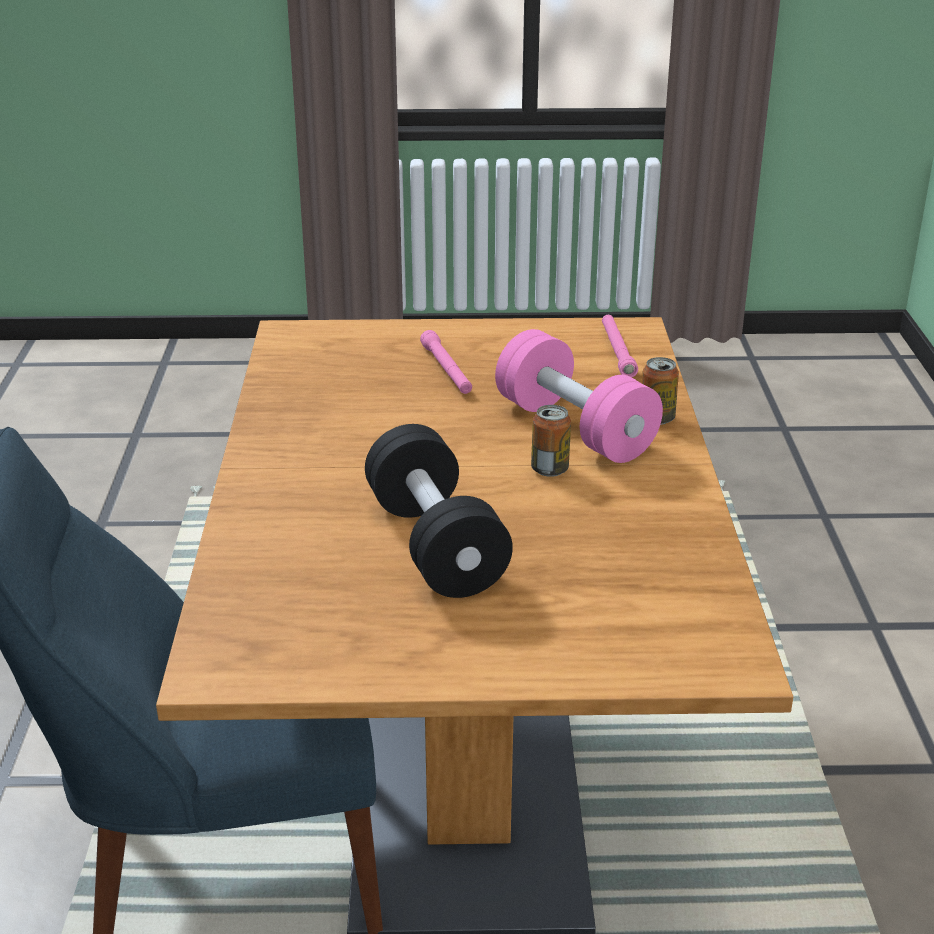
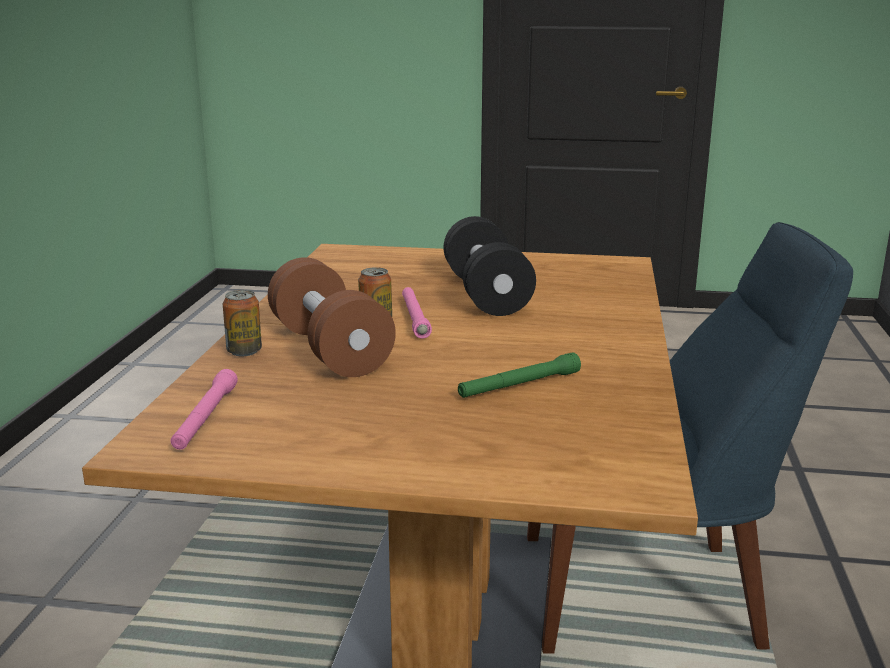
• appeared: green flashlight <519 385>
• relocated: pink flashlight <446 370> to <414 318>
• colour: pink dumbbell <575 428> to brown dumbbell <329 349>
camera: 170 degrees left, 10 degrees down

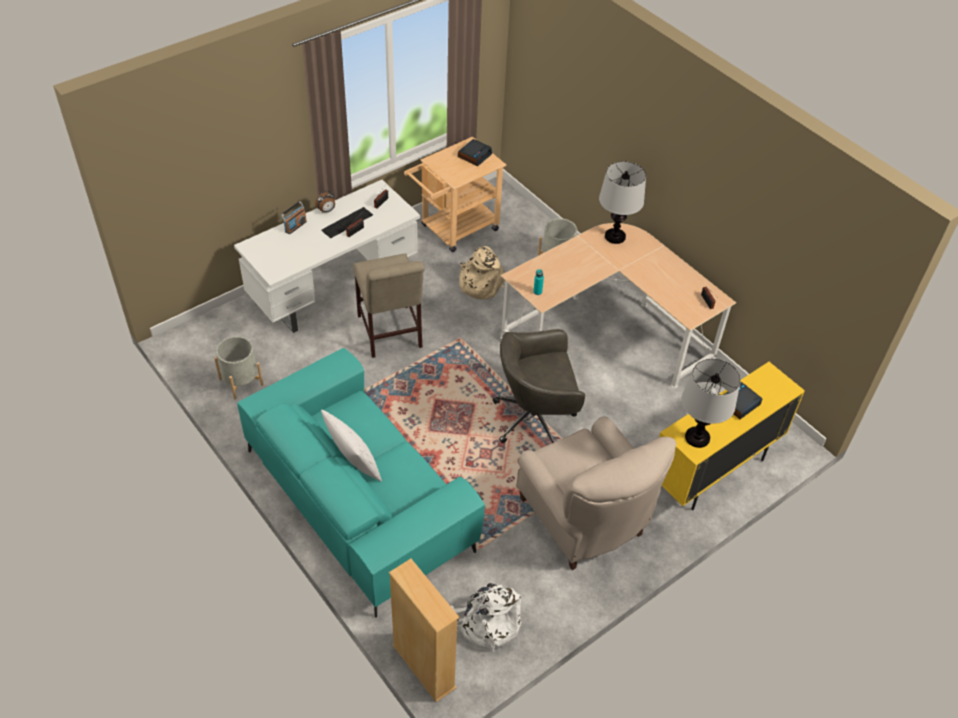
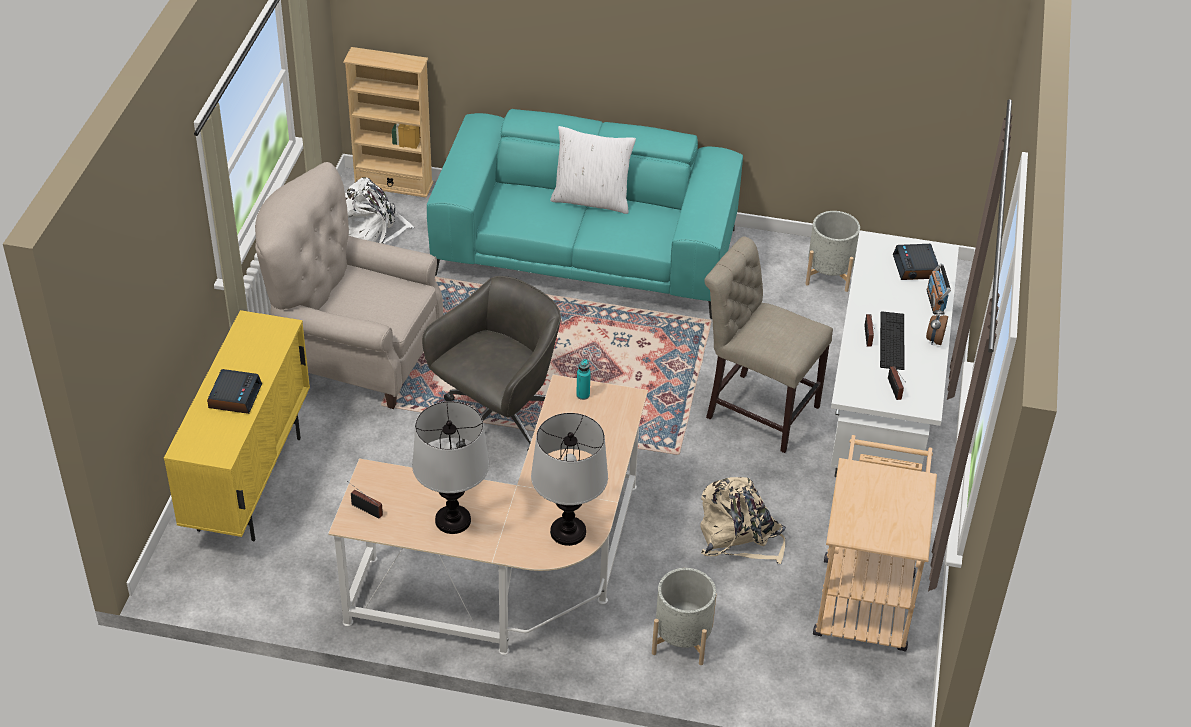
• relocated: alarm clock <474 155> to <916 267>
• relocated: table lamp <697 437> to <453 520>
camera: 140 degrees right, 5 degrees down

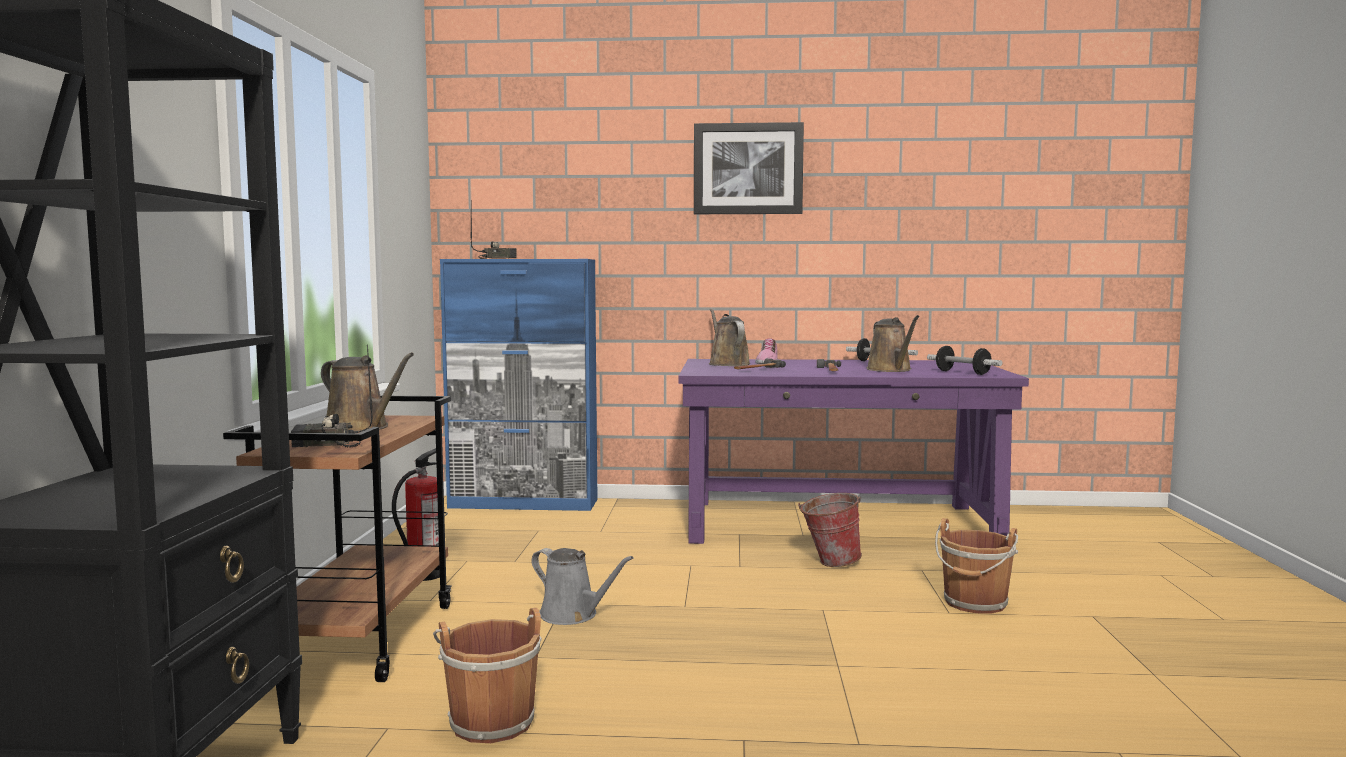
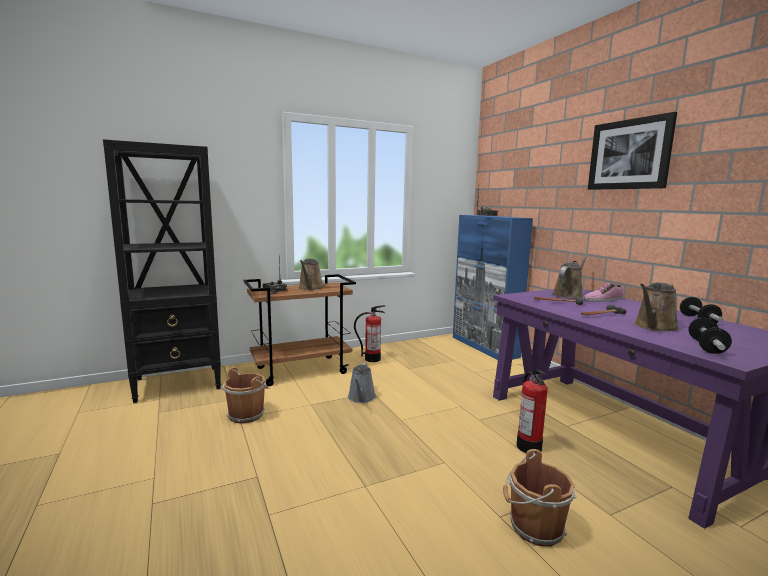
• exchanged: bucket <829 563> to fire extinguisher <529 447>
camera: 60 degrees right, 5 degrees up

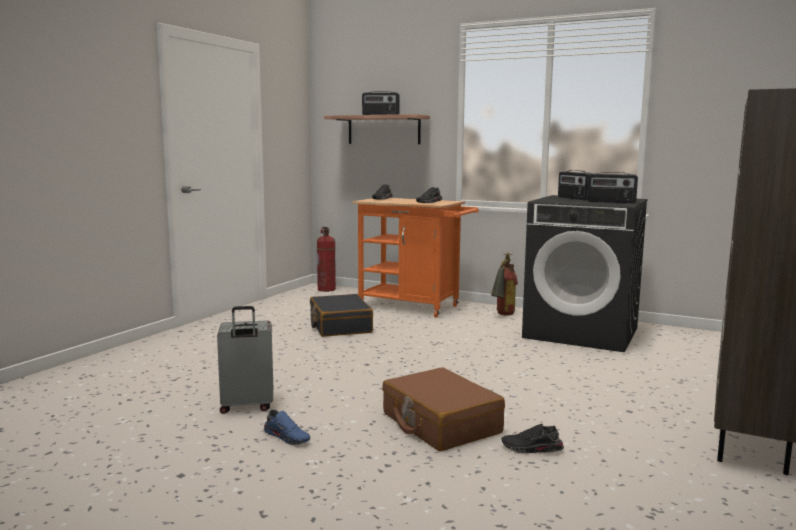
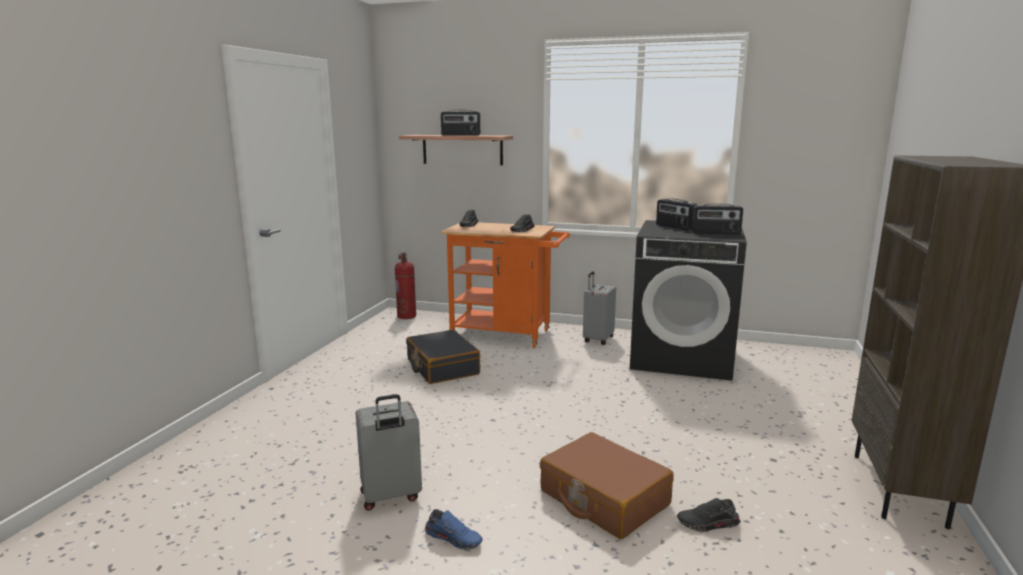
• exchanged: fire extinguisher <502 315> to grey suitcase <597 339>
camera: 10 degrees left, 5 degrees up

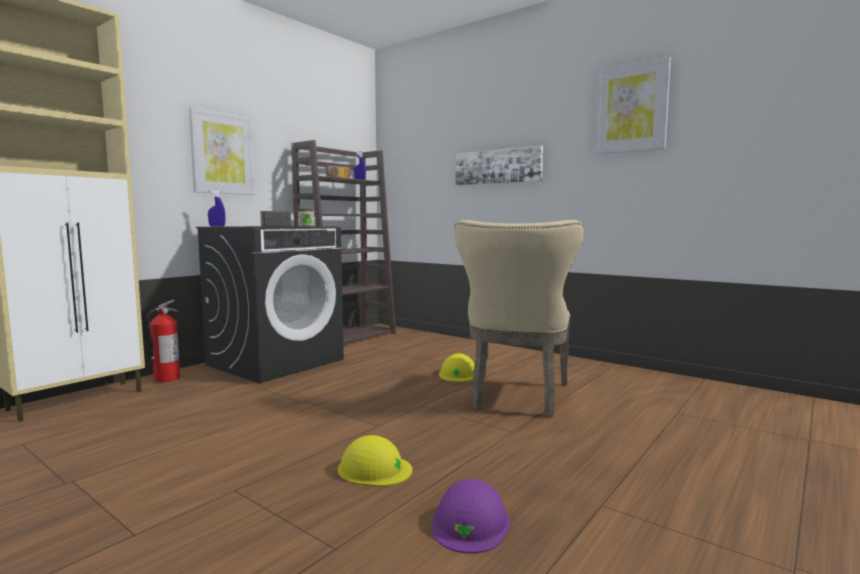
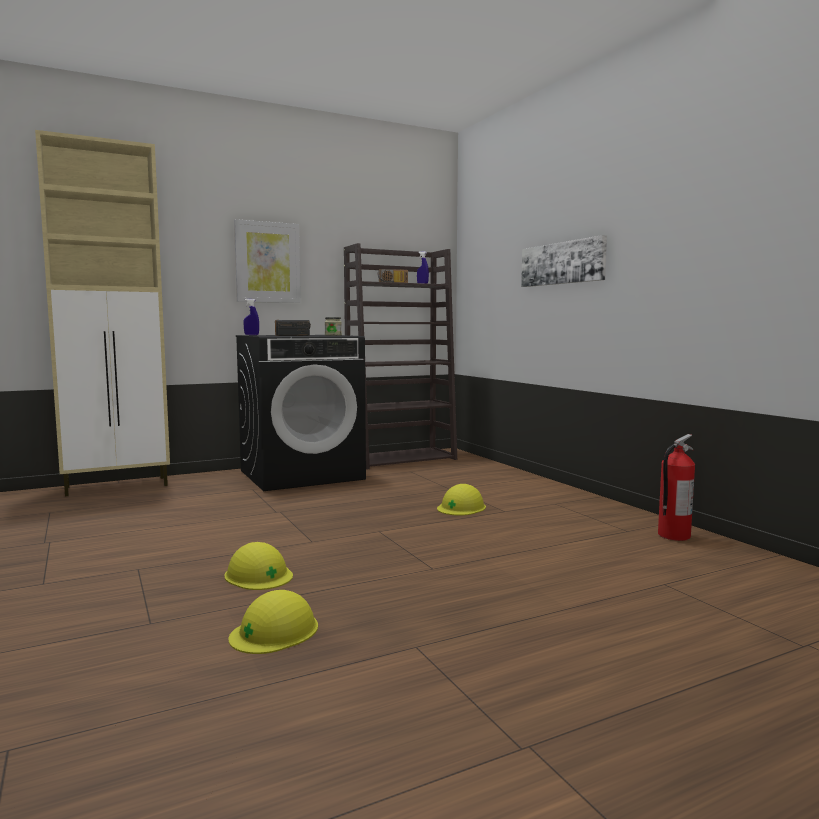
• missing: beige chair <517 398>
• missing: picture <631 108>
• relocated: fire extinguisher <166 379> to <673 536>
• colour: purple hard hat <470 523> to yellow hard hat <275 631>
camera: 25 degrees right, 0 degrees up

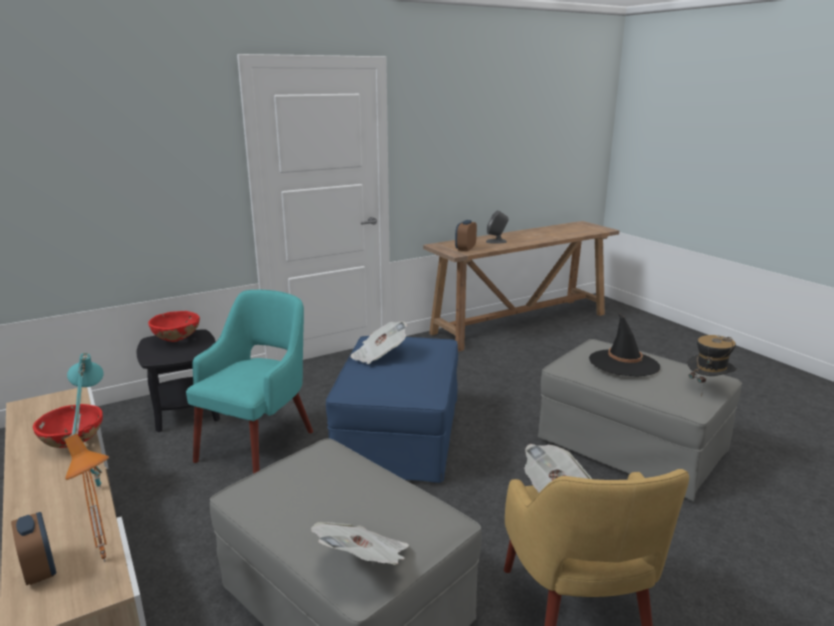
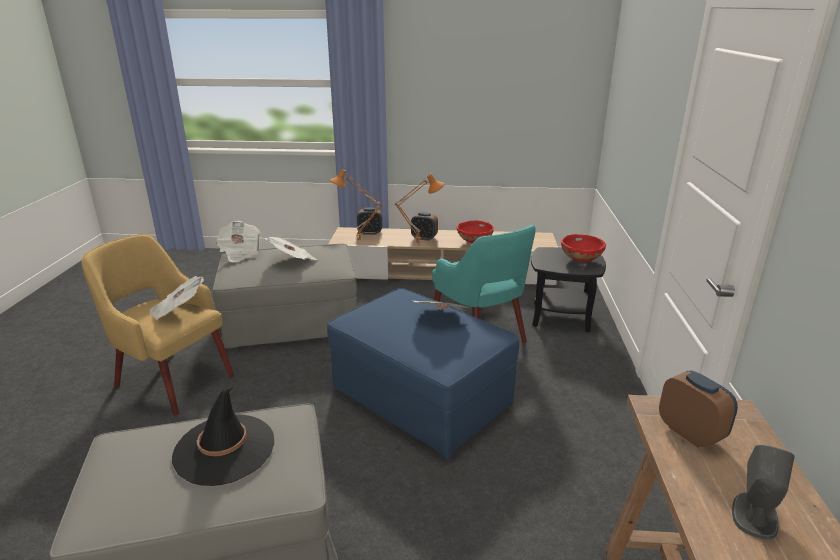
• missing: hat <707 388>
• appeared: newspaper <293 260>
• appeared: alarm clock <424 238>
• colour: turquoise table lamp <97 488> to orange table lamp <419 244>
camera: 125 degrees right, 5 degrees up

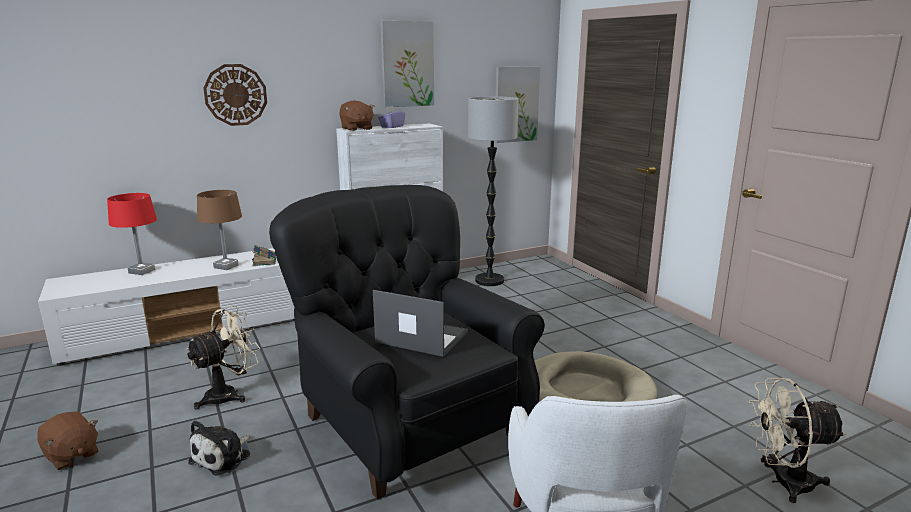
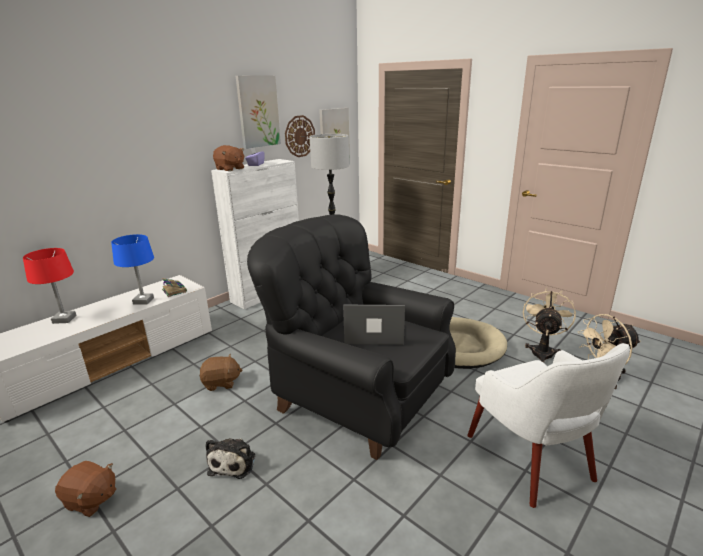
• appeared: brown plush toy <221 383>
• relocated: beige fan <229 394> to <542 351>
• relocated: wall clock <235 95> to <299 136>
• colour: brown table lamp <226 266> to blue table lamp <143 301>
camera: 20 degrees left, 5 degrees up

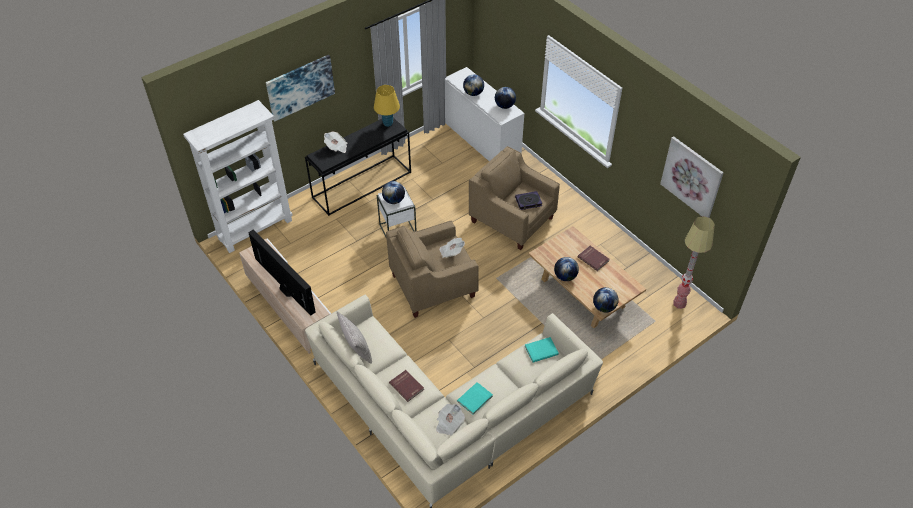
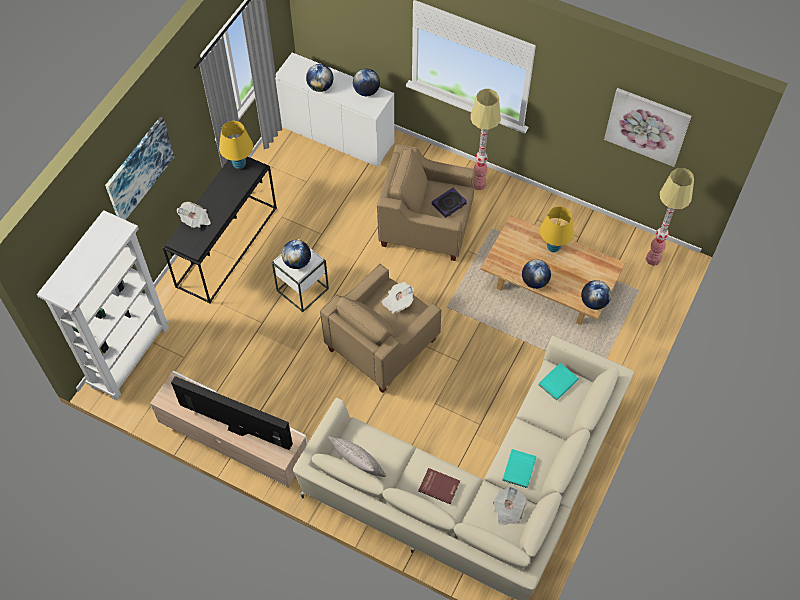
• appeared: floor lamp <478 184>
• exchanged: red book <593 258> to yellow table lamp <553 247>
camera: 25 degrees left, 10 degrees up

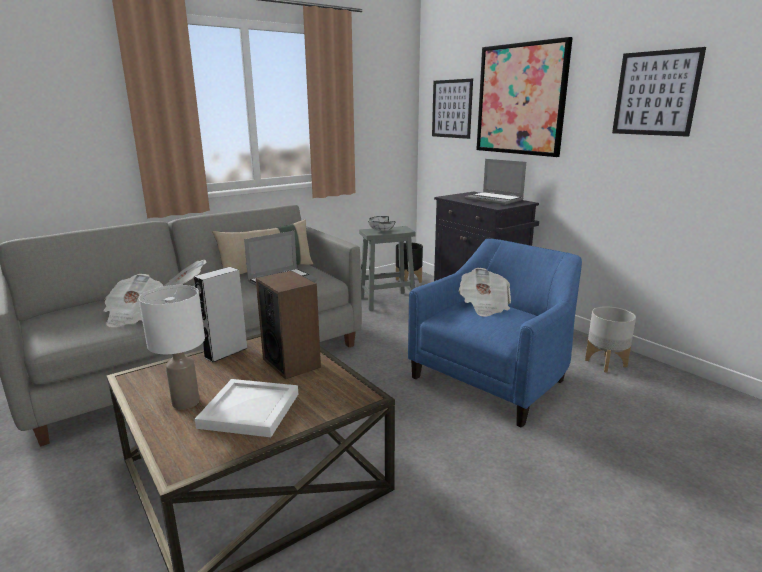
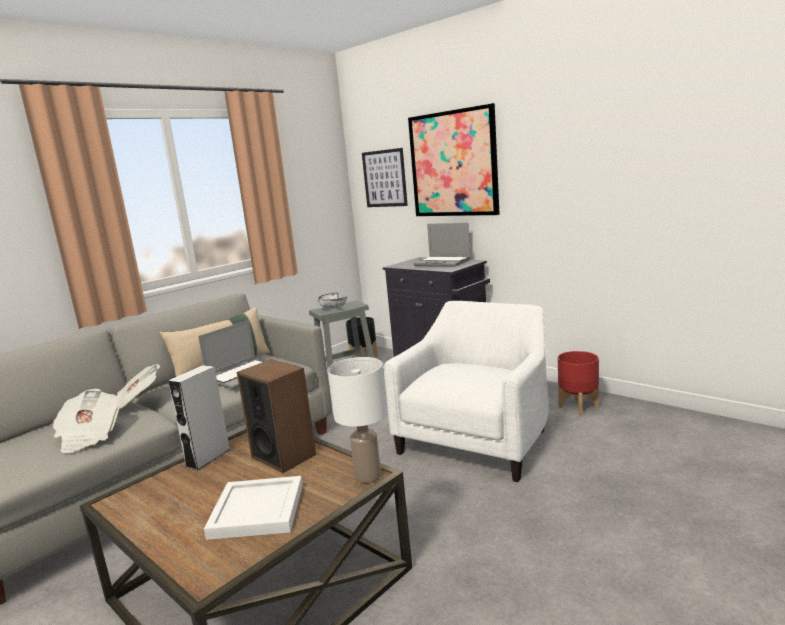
• missing: newspaper <484 306>
• missing: picture <655 93>
• relocated: white table lamp <185 402> to <367 476>
• colour: blue armchair <493 379> to white armchair <477 440>
• colour: grey planter <606 363> to red planter <578 406>
camera: 10 degrees left, 5 degrees down

